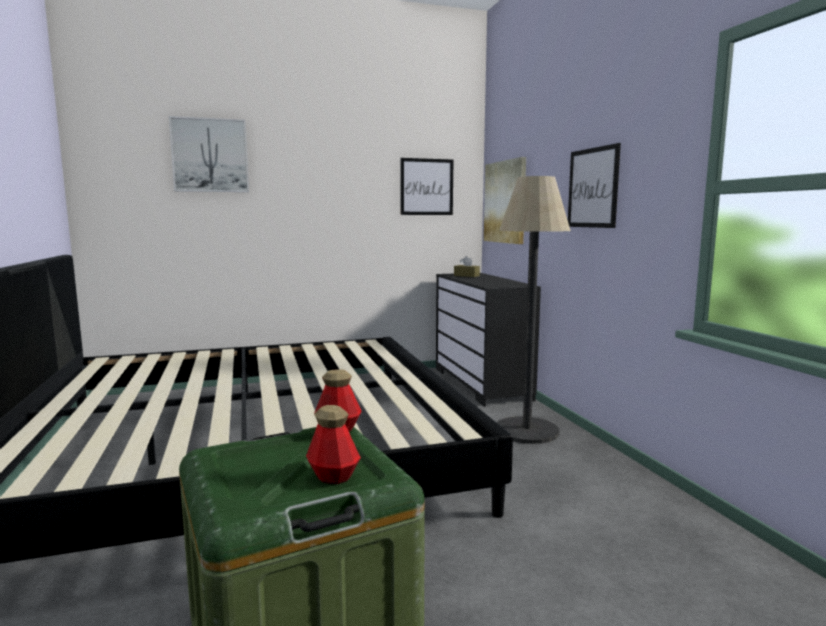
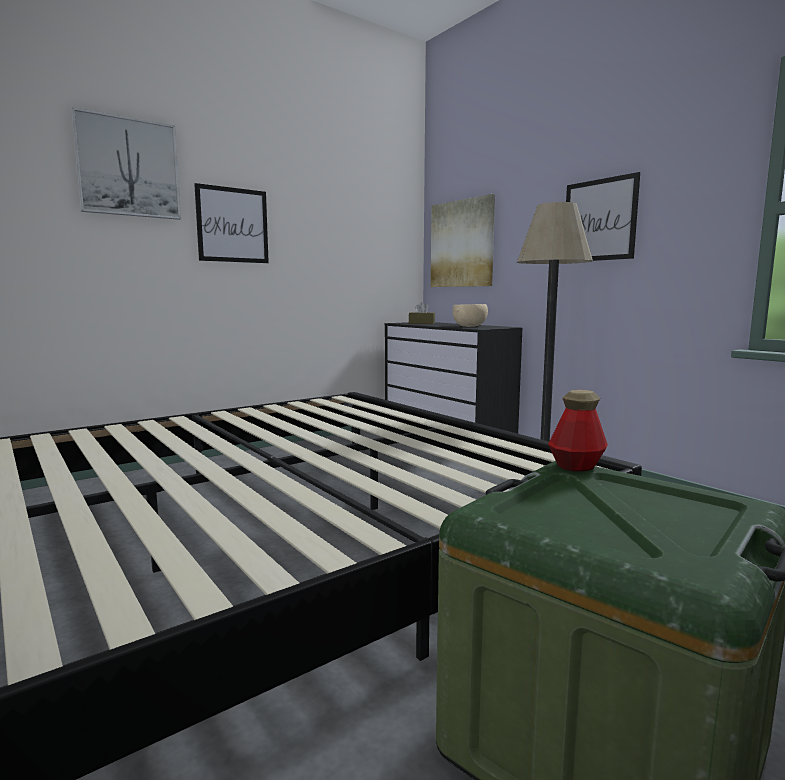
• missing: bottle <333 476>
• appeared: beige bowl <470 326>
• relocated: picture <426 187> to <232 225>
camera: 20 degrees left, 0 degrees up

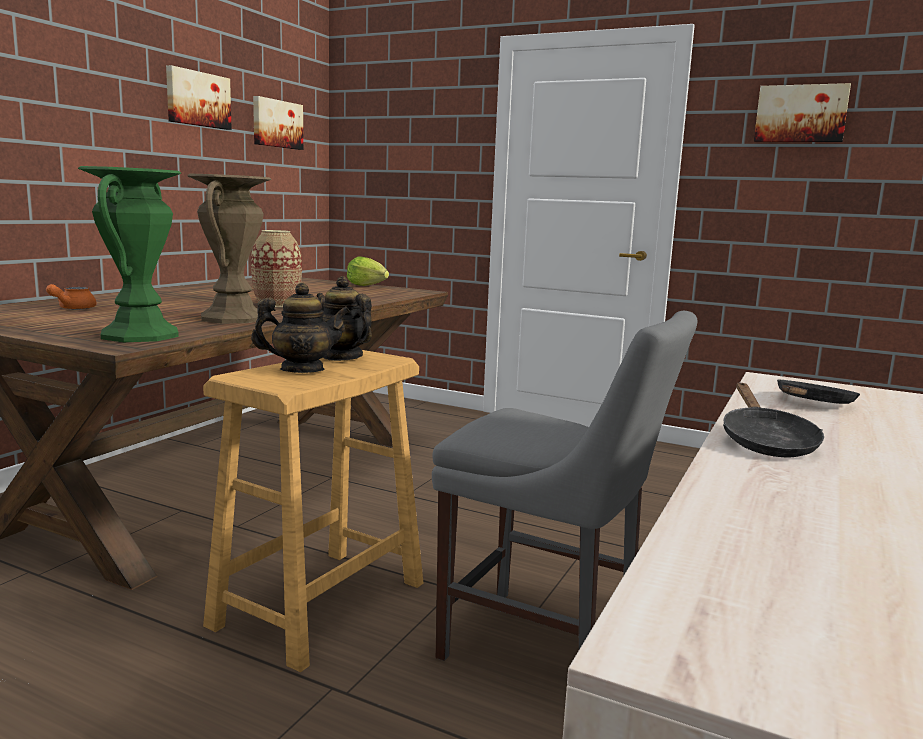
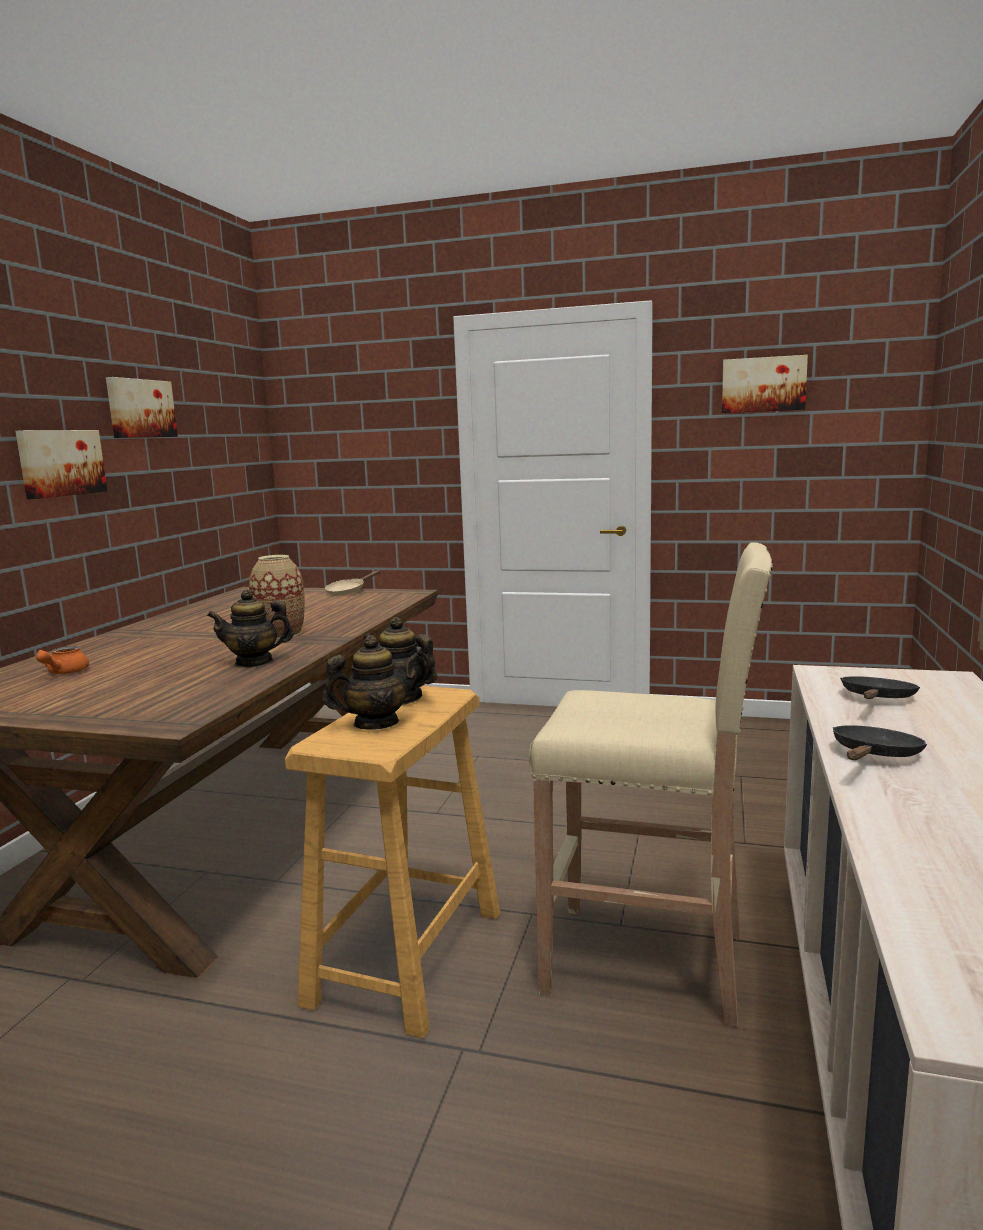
• missing: green vase <140 335>
• relocated: picture <276 124> to <60 463>
• exchanged: brown vase <233 318> to teapot <254 662>
• exchanged: lettuce <366 286> to beige frying pan <348 592>
• exchanged: grey chair <547 649> to beige stool <649 963>
• spun: black frying pan <765 442> = <874 756> 135 degrees counterclockwise
camera: 10 degrees left, 0 degrees up

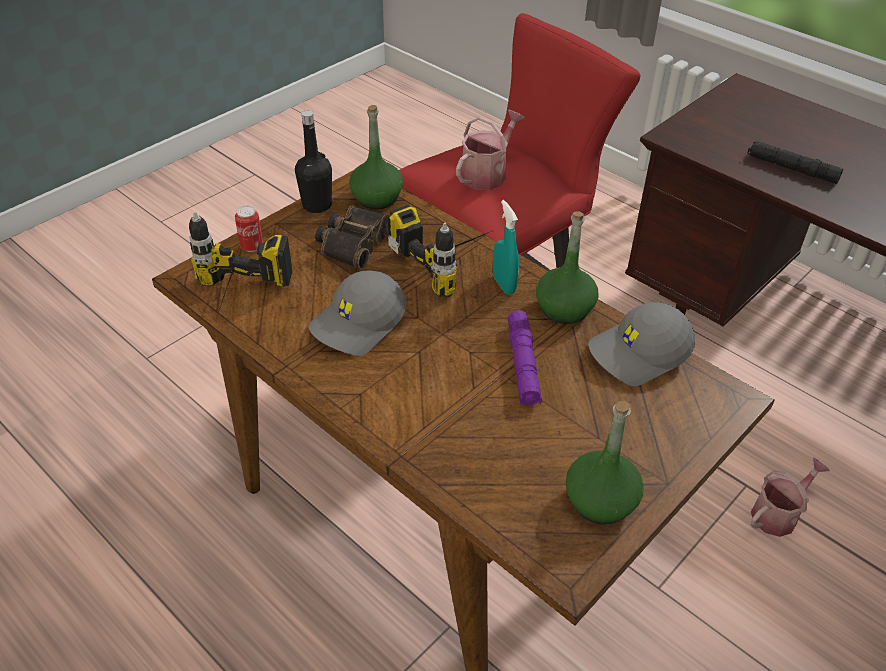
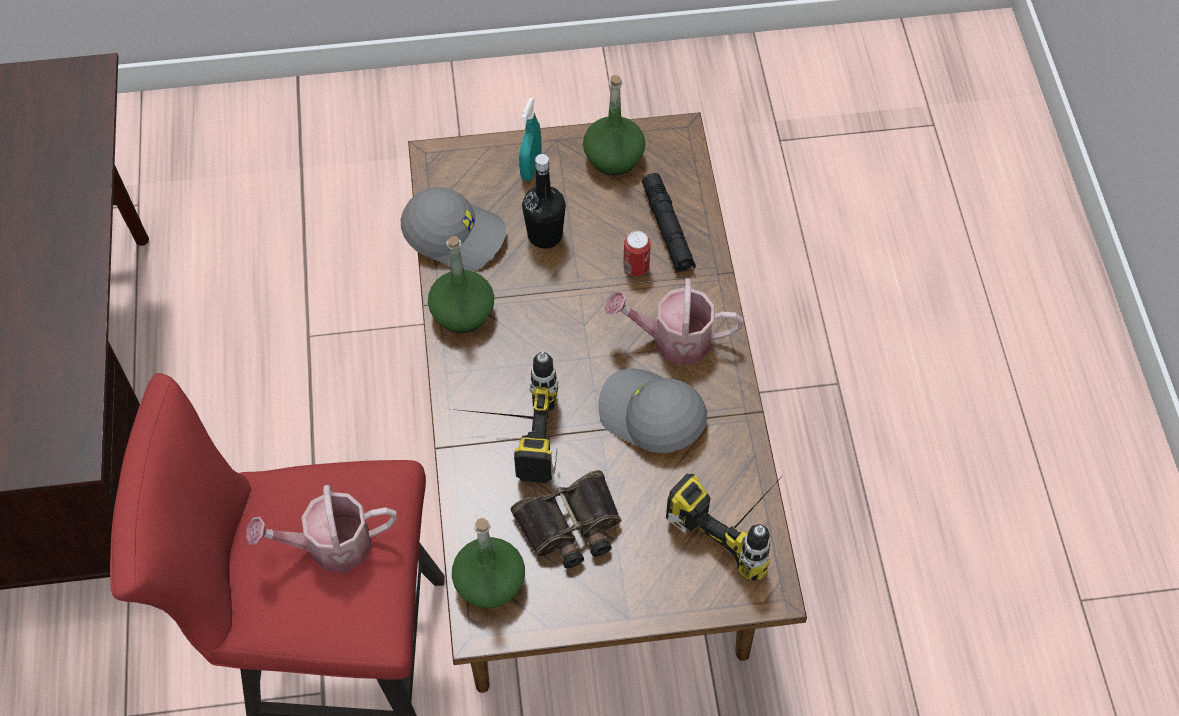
• missing: purple flashlight <523 365>
• relocated: can <252 246> to <636 267>
• relocated: black bottle <317 205> to <545 235>
• relocated: turquoise spray bottle <504 284> to <531 168>
• relocated: black flashlight <791 169> to <667 229>
• relocated: watering can <778 513> to <673 339>
• spun: grey cap <359 324> = <650 416> 135 degrees counterclockwise
camera: 140 degrees left, 15 degrees up

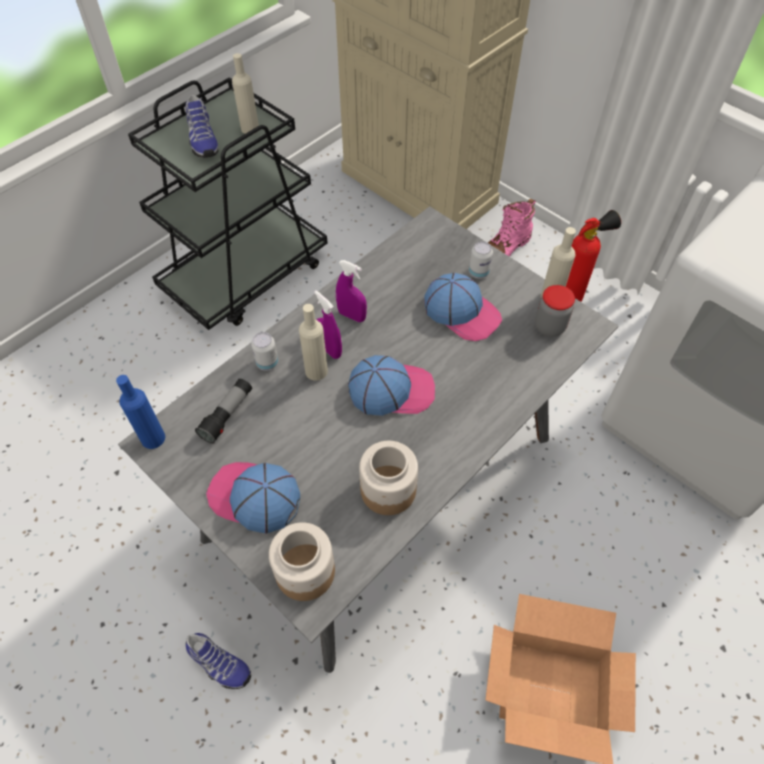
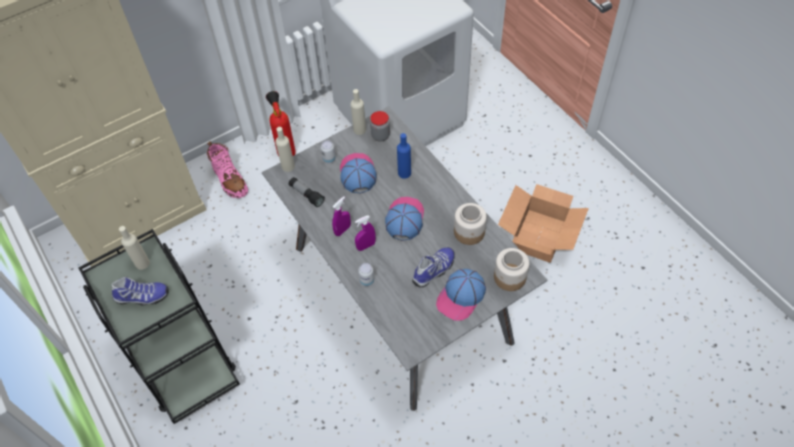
• relocated: blue bottle <153 438> to <404 173>
• relocated: shoe <217 664> to <434 270>
• relocated: flashlight <227 415> to <306 195>
• relocated: beige bottle <316 371> to <288 166>
• spun: cap <462 312> = <357 174> 60 degrees counterclockwise
camera: 75 degrees left, 0 degrees up

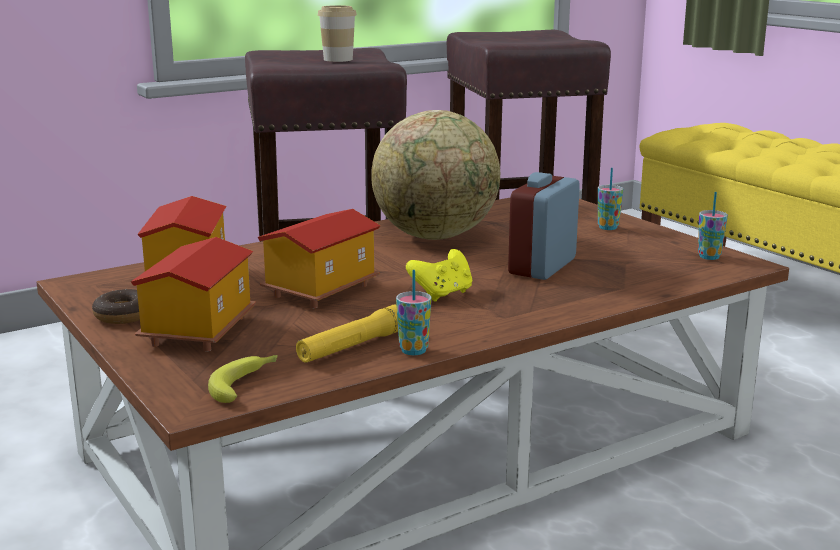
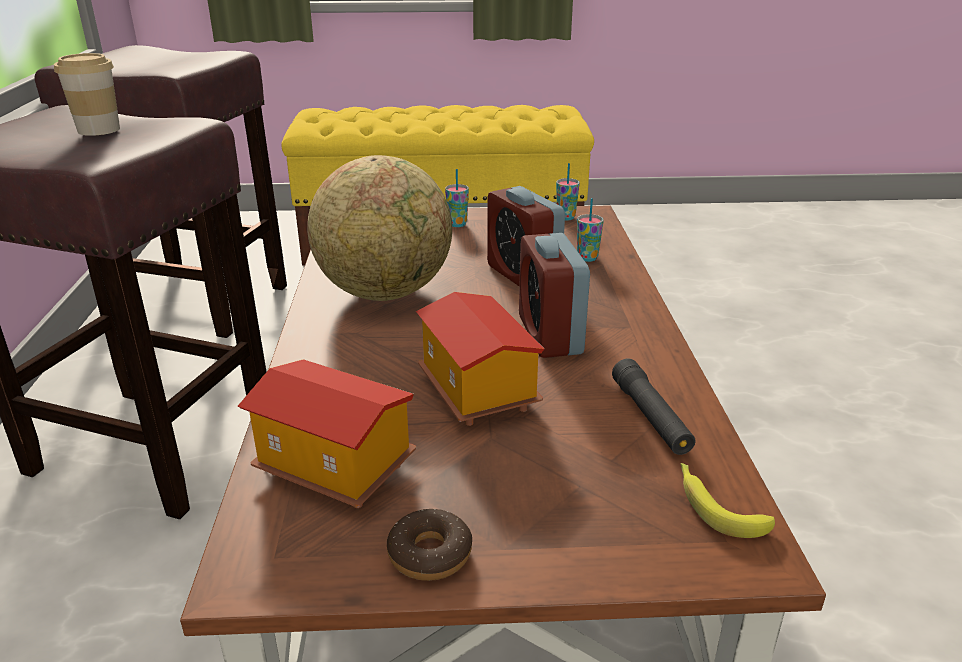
• missing: toy house <197 330>
• relocated: cup <413 350> to <587 258>
• exchanged: yellow game controller <442 294> to alarm clock <549 335>
• colour: yellow flashlight <352 346> to black flashlight <650 417>
camera: 60 degrees left, 10 degrees up

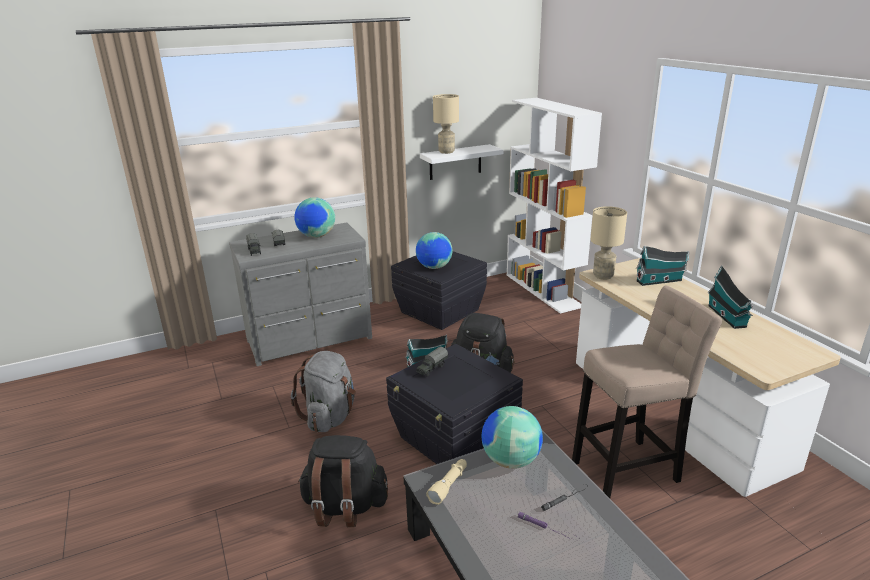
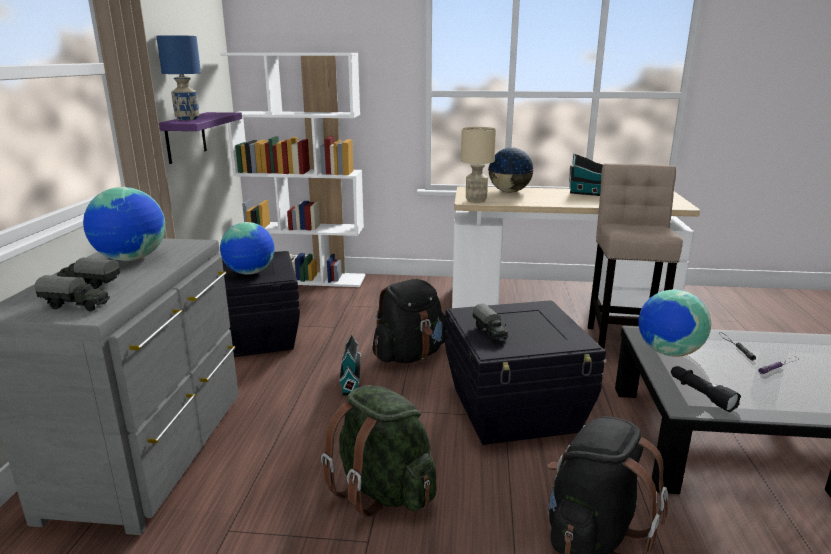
• exchanged: toy house <660 280> to globe <509 192>
• colour: grey backpack <330 417> to green backpack <383 490>
• colour: white shelf <455 162> to purple shelf <185 137>
• colour: beige flashlight <449 485> to black flashlight <700 394>
• colour: beige table lamp <447 152> to blue table lamp <188 119>
camera: 60 degrees left, 5 degrees down

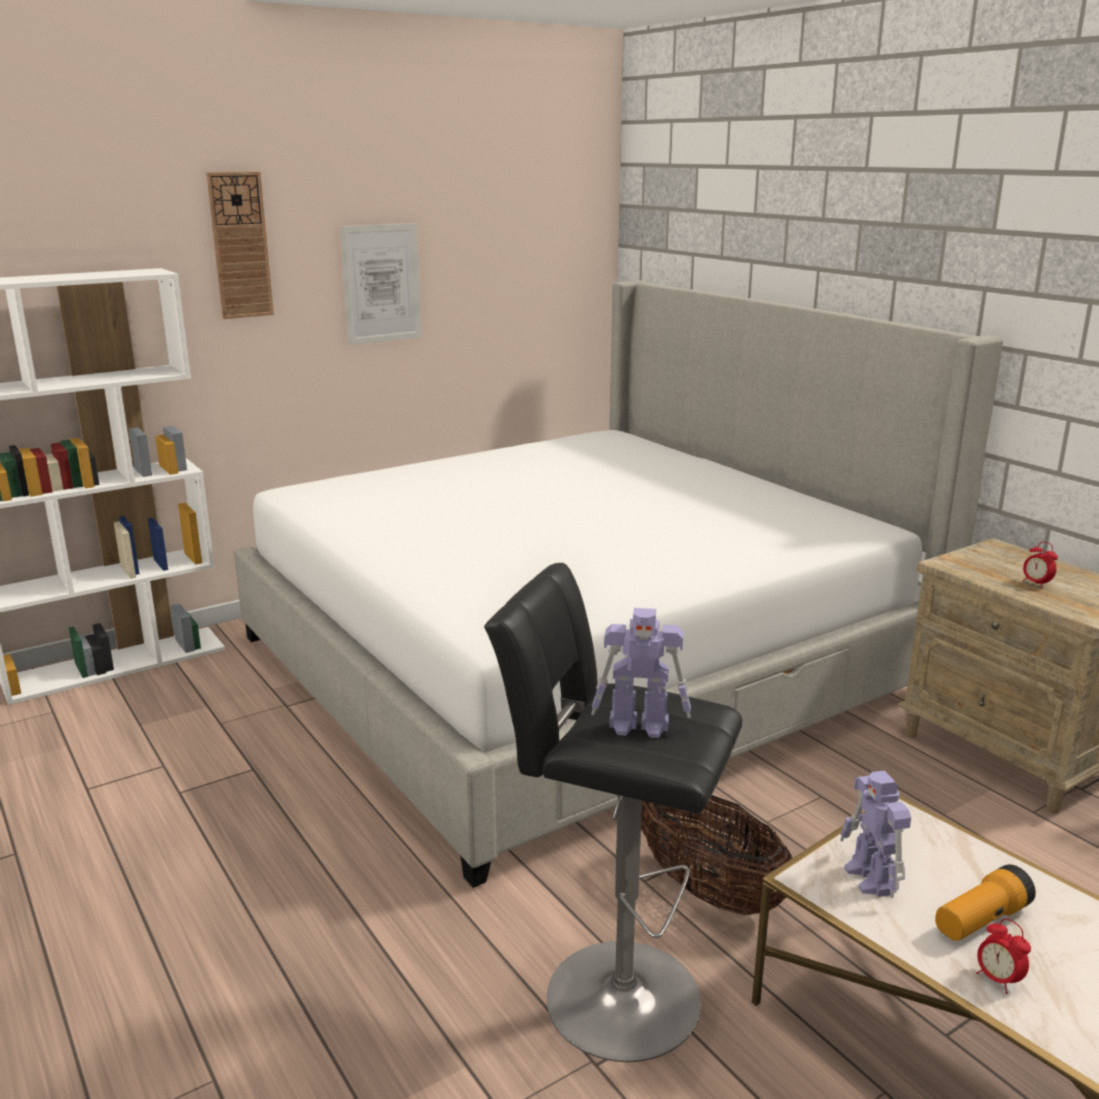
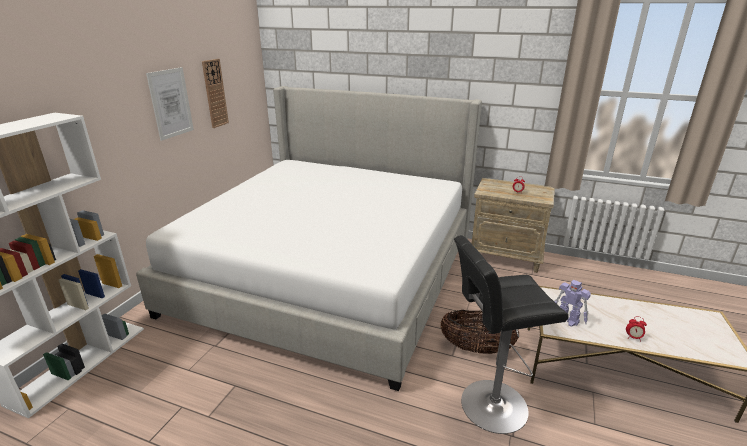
• missing: toy robot <640 726>
• missing: flashlight <980 920>
• relocated: wall clock <240 246> to <215 93>
camera: 35 degrees left, 5 degrees up

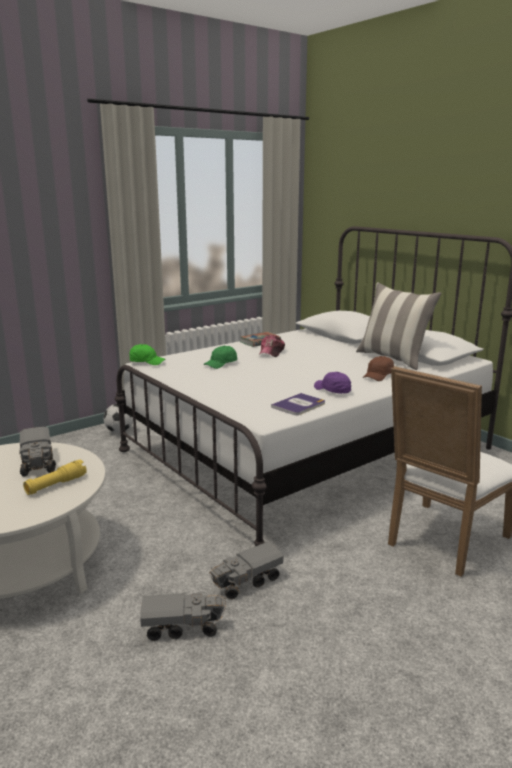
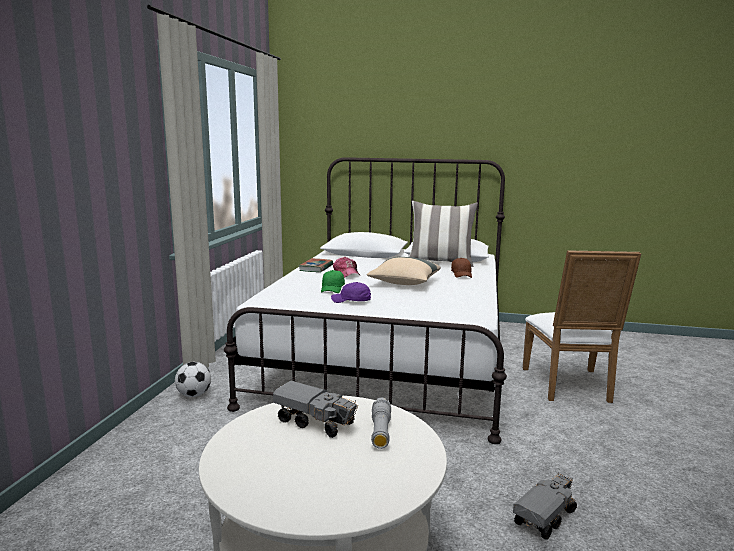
• missing: green cap <147 362>
• missing: toy truck <246 581>
• missing: book <299 405>
• appeared: beige pillow <404 283>
• relocated: purple cap <332 390> to <351 301>
• colour: yellow flashlight <56 485> to grey flashlight <380 431>
camera: 40 degrees left, 5 degrees down

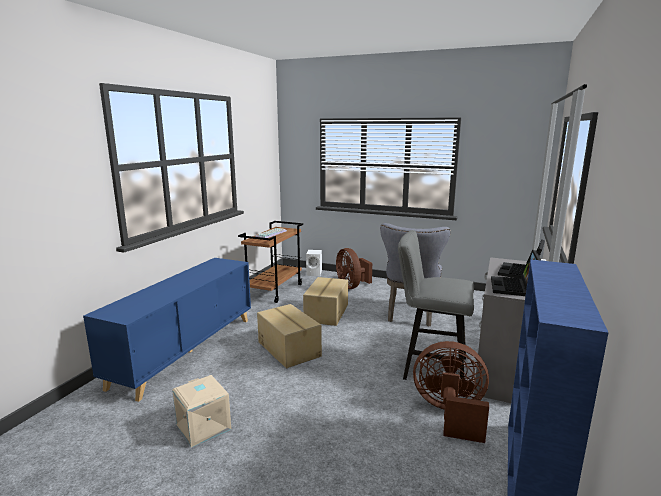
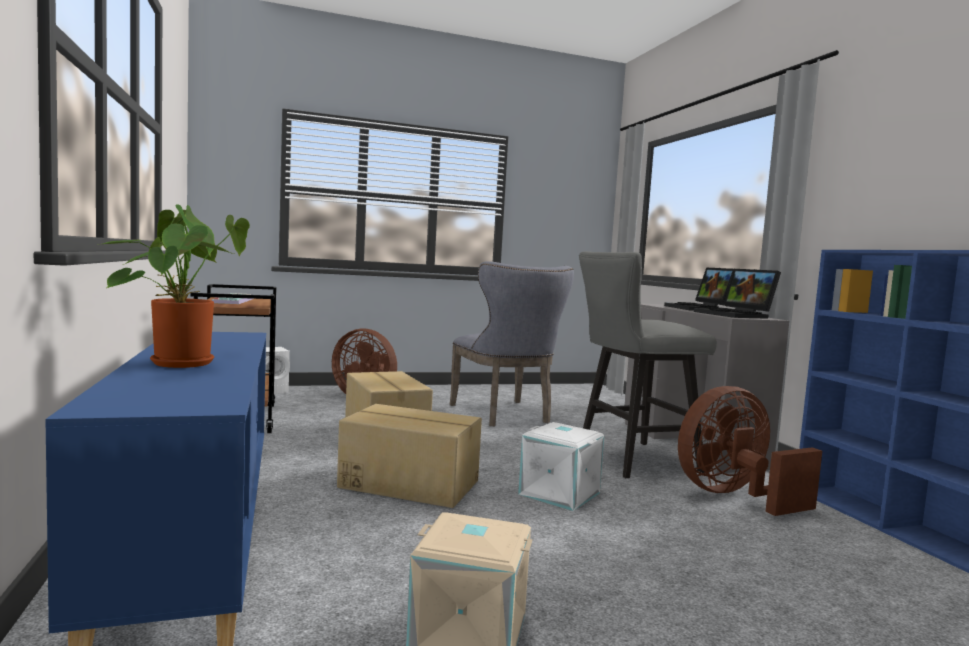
• appeared: potted plant <181 362>
• appeared: white storage box <560 493>
camera: 40 degrees left, 10 degrees down

